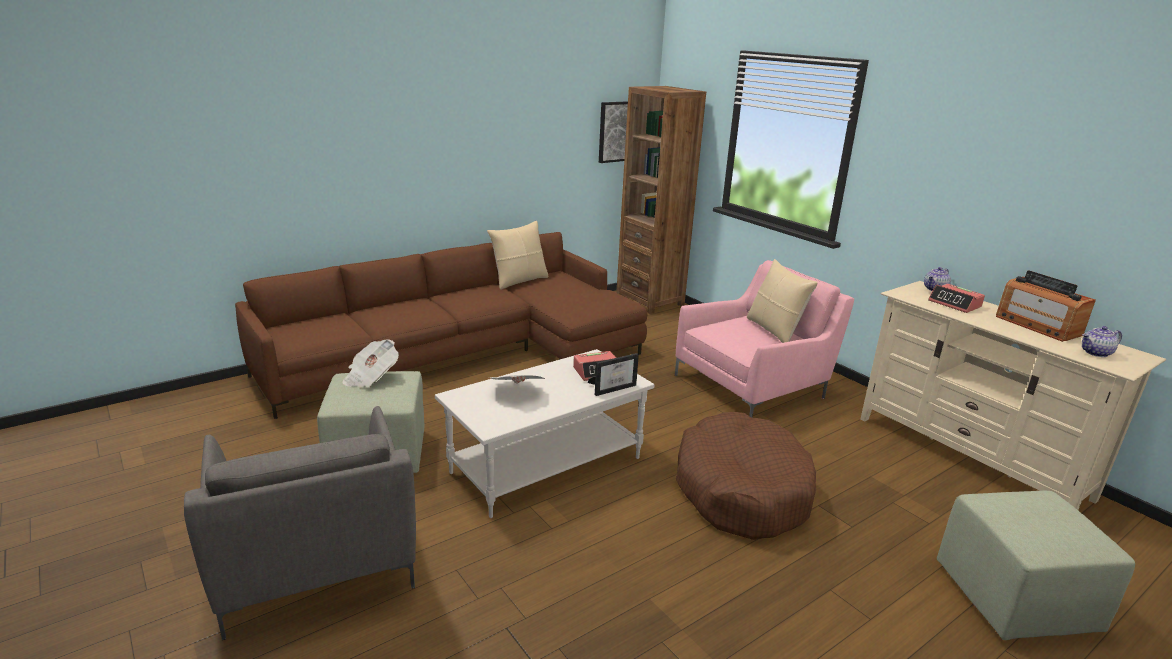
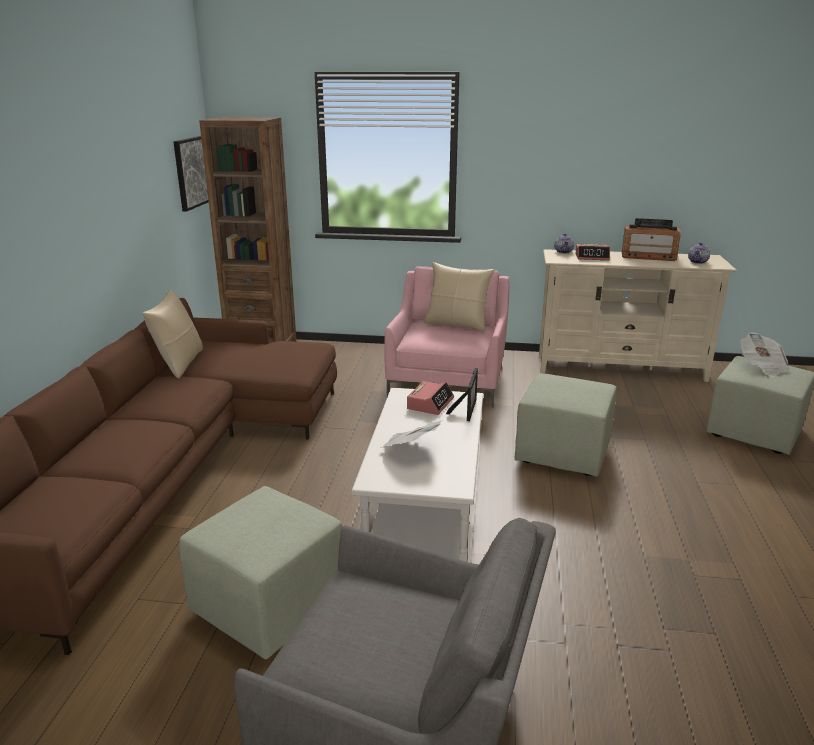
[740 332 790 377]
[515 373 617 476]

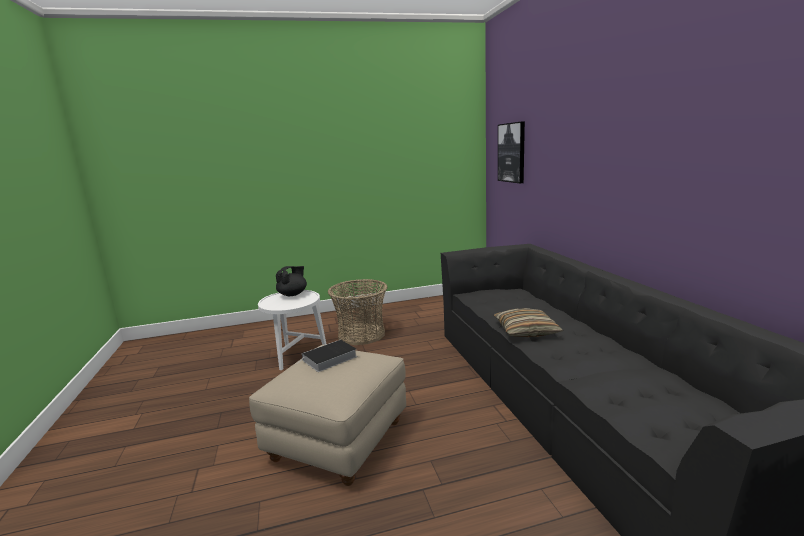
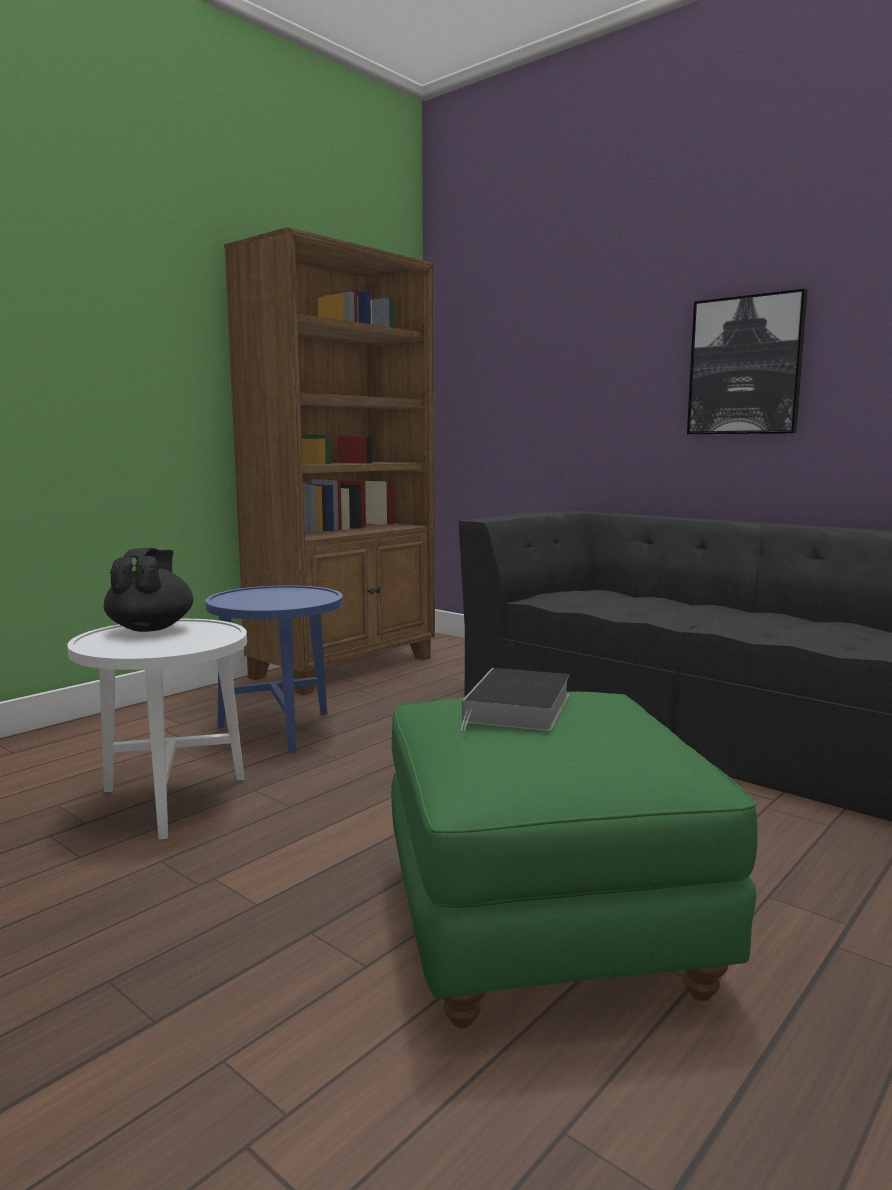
[494 308 563 337] (first image)
[224 227 435 695]
[687 289 807 434]
[205 585 343 754]
[391 692 758 1028]

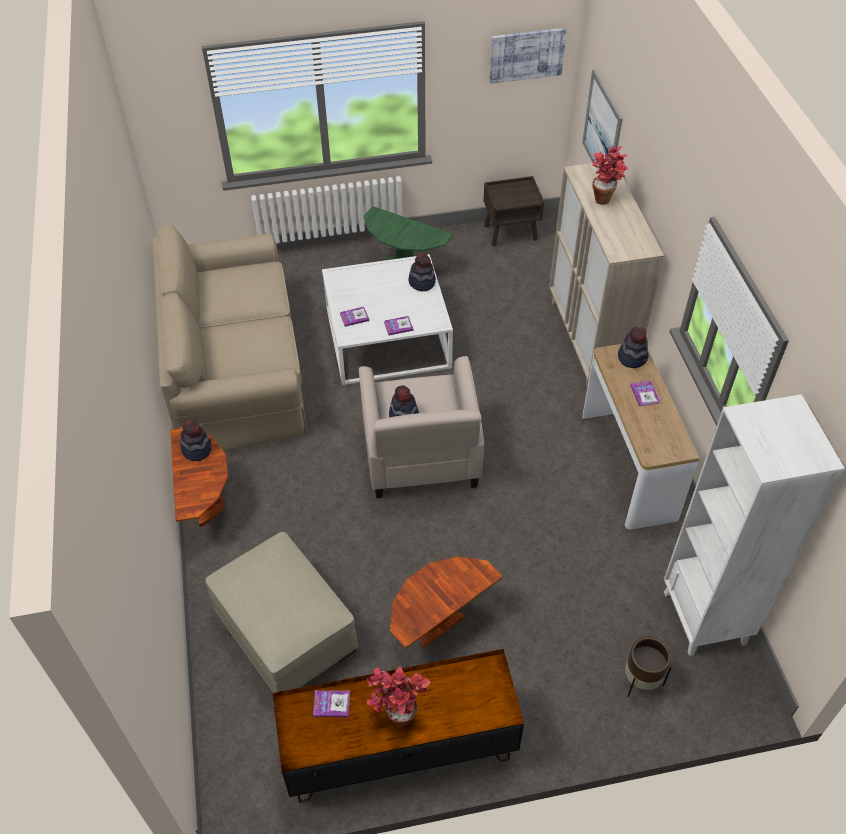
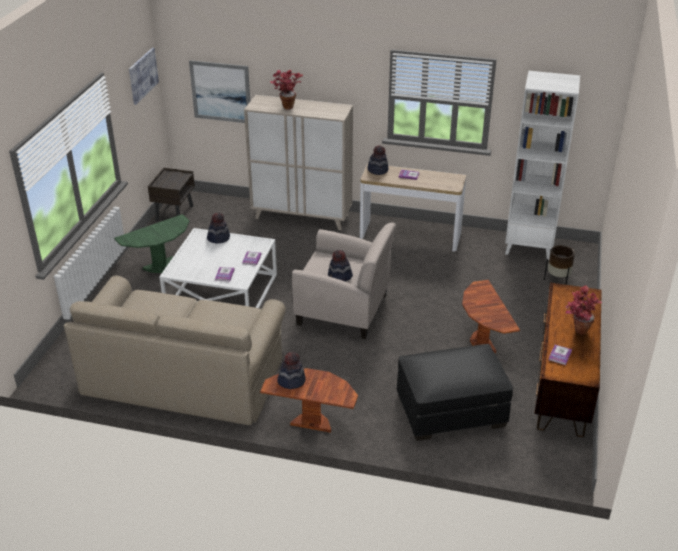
[396 344 513 441]

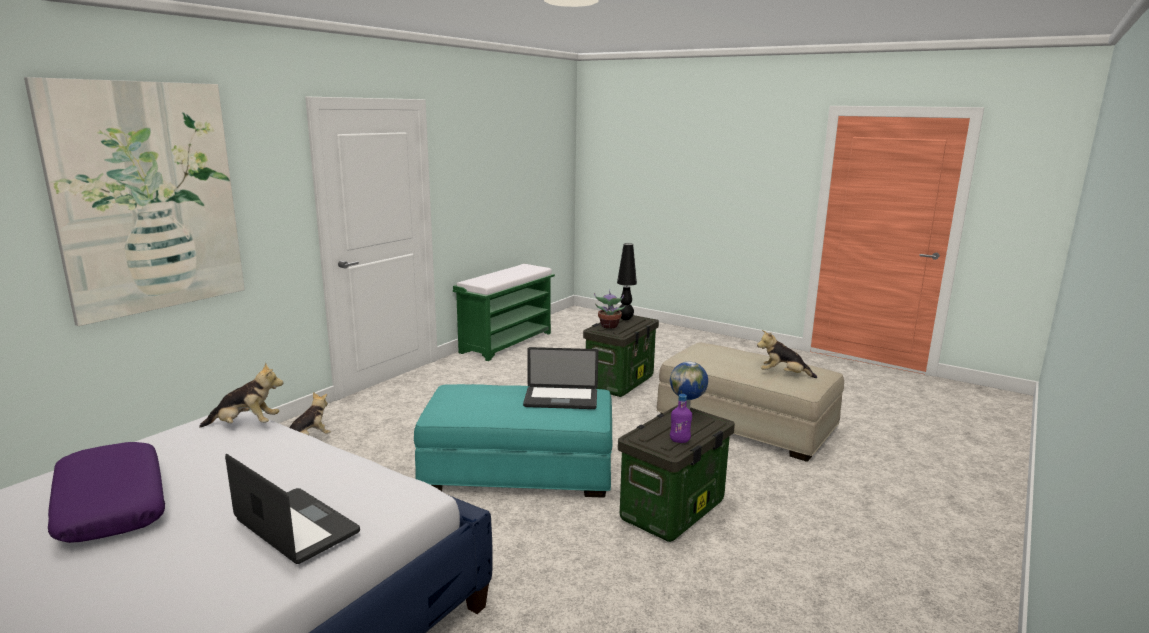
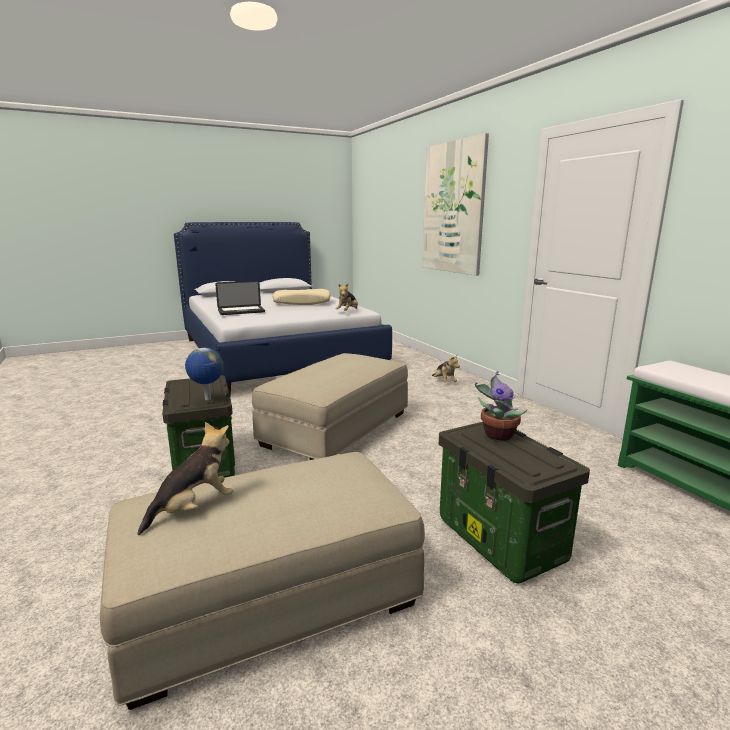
[523 347 598 409] (first image)
[617 243 637 320] (first image)
[670 394 692 443] (first image)
[273 289 331 305]
[252 353 408 460]

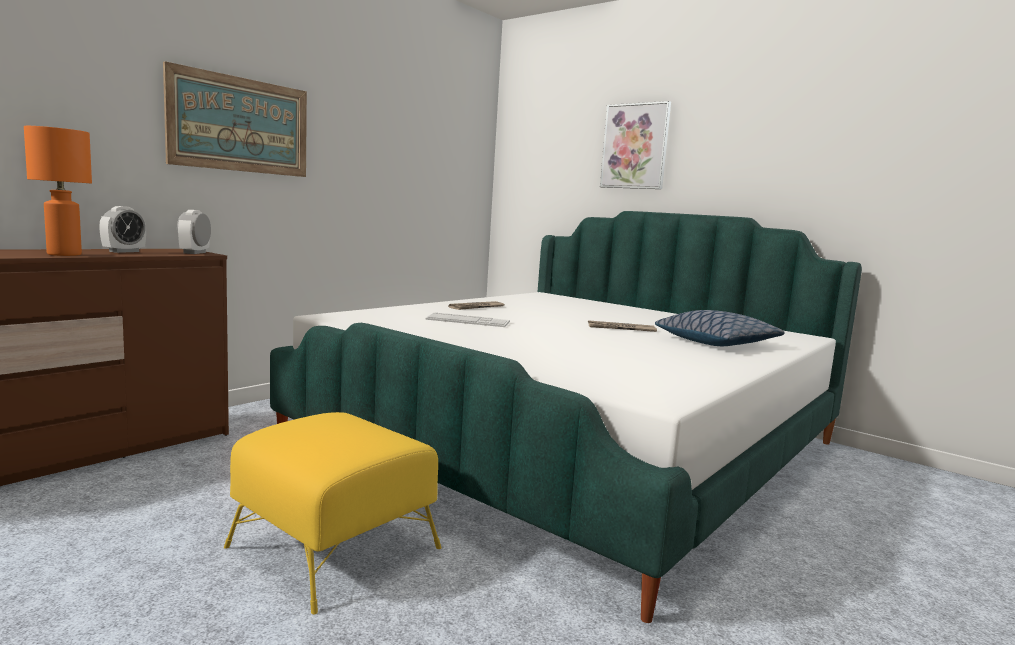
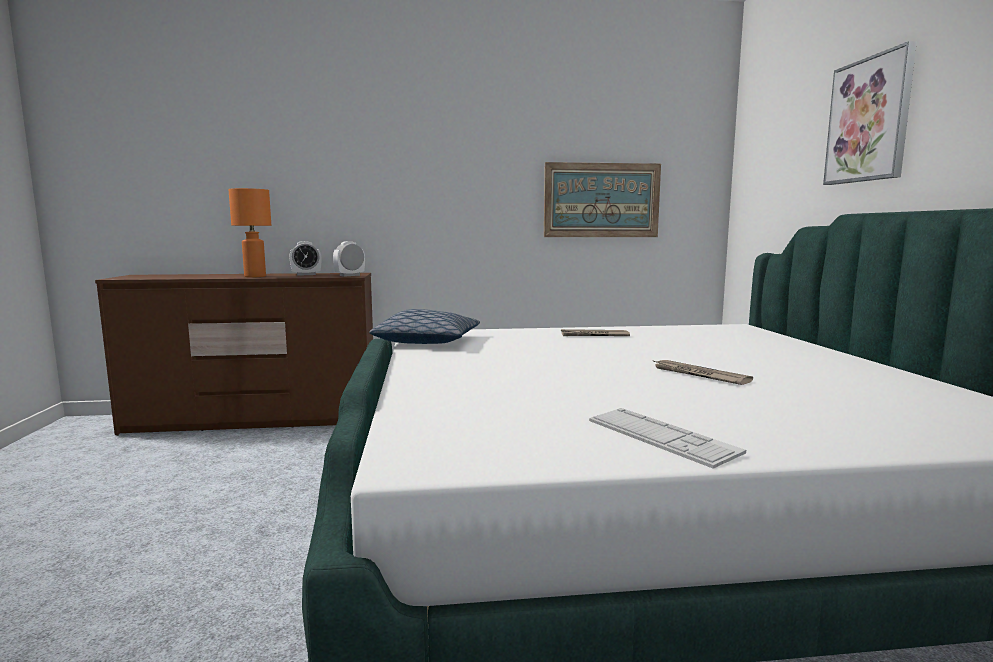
[224 412 441 614] (first image)
[544 162 661 237]
[589 408 746 469]
[369 309 480 344]

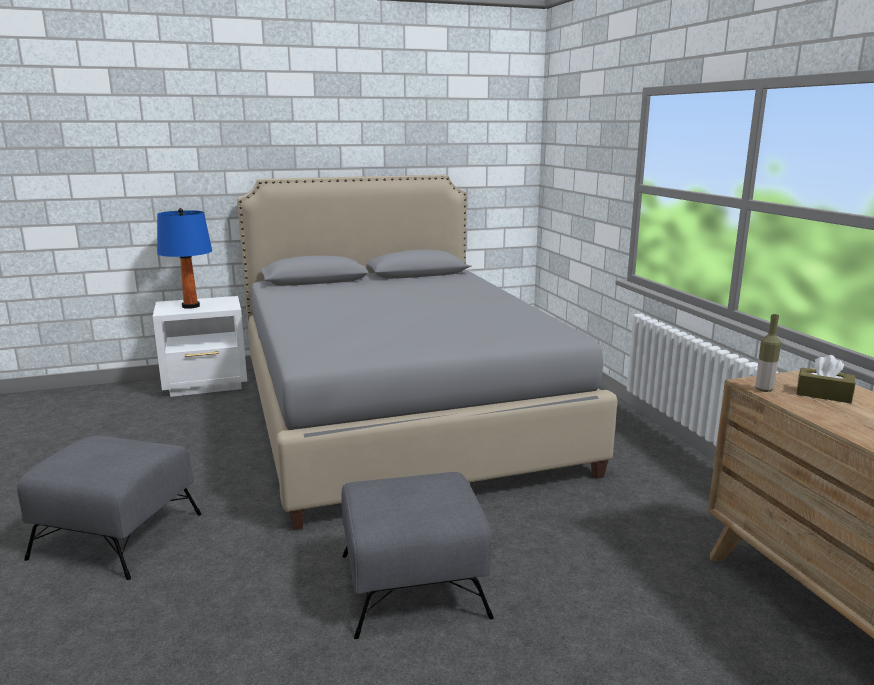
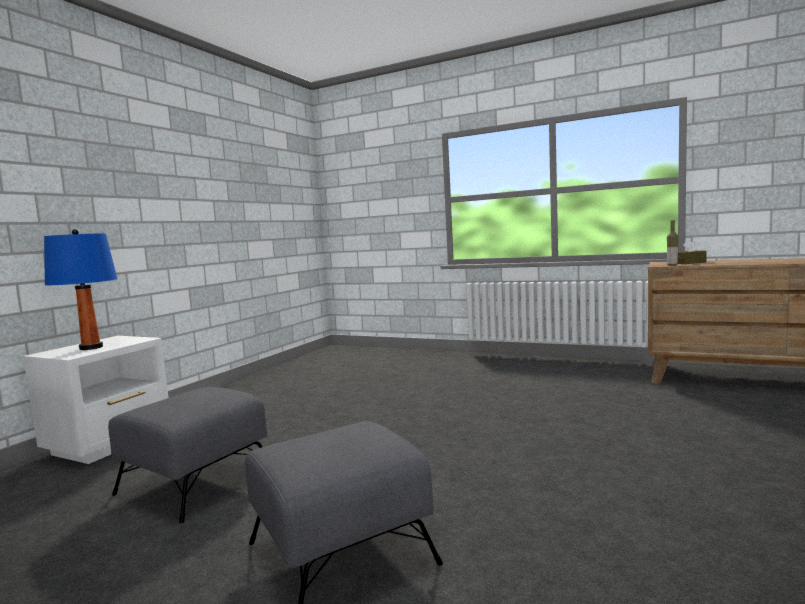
[237 175 618 530] (first image)
[108 387 268 523]

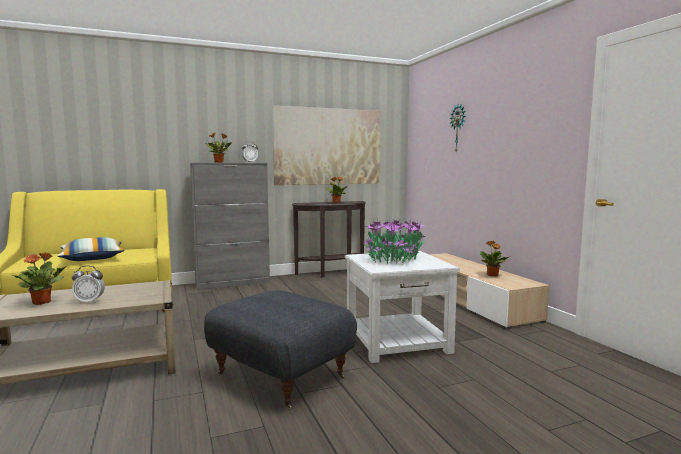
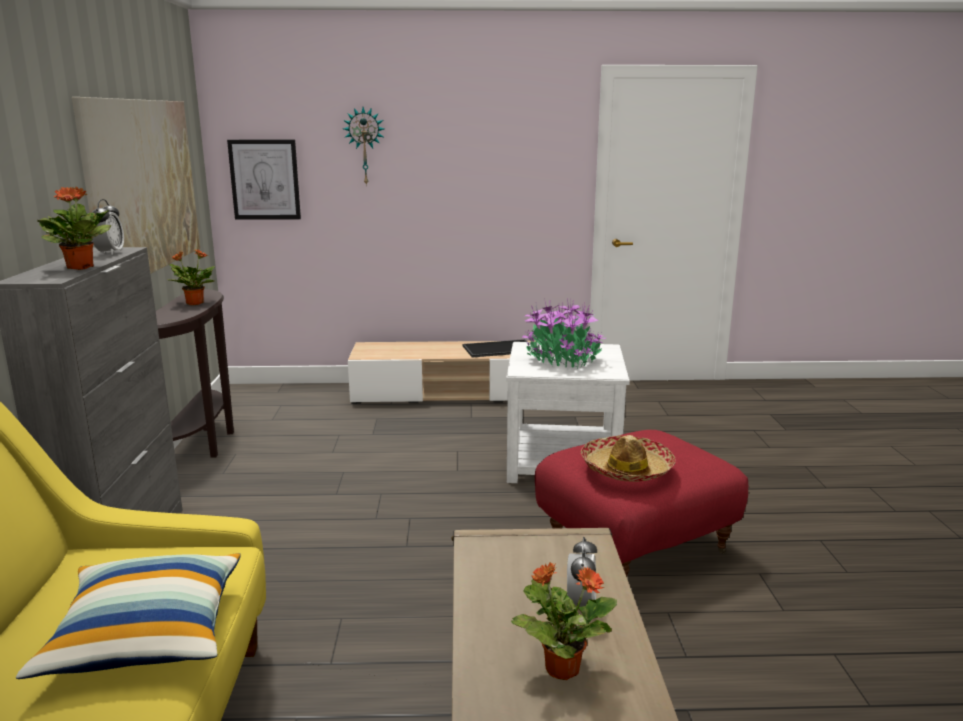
[227 140 301 220]
[581 435 676 482]
[463 339 527 358]
[535 430 748 577]

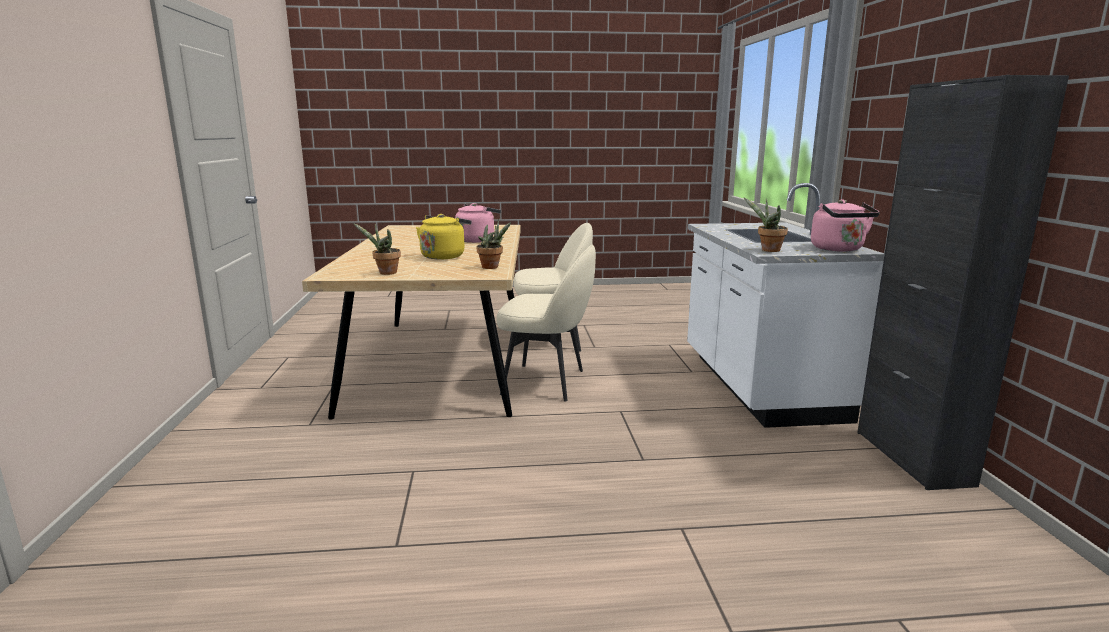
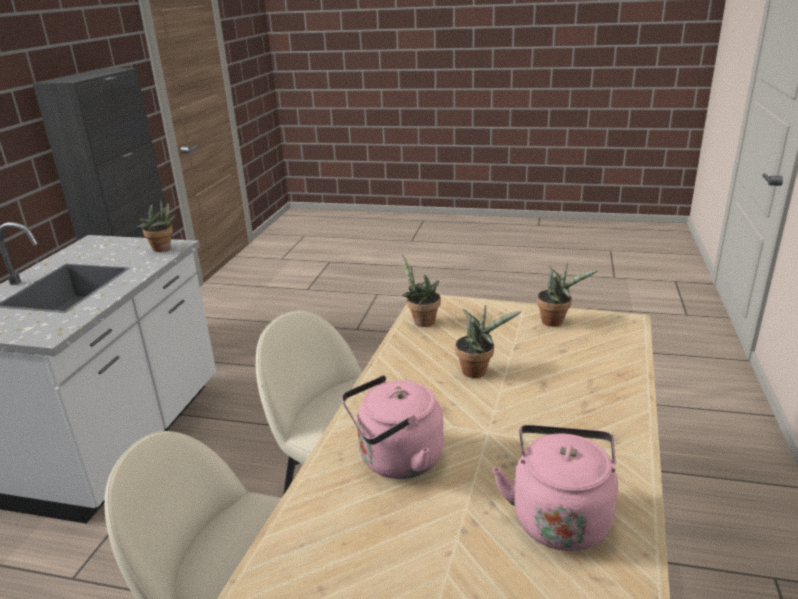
[493 425 618 551]
[455 305 522 378]

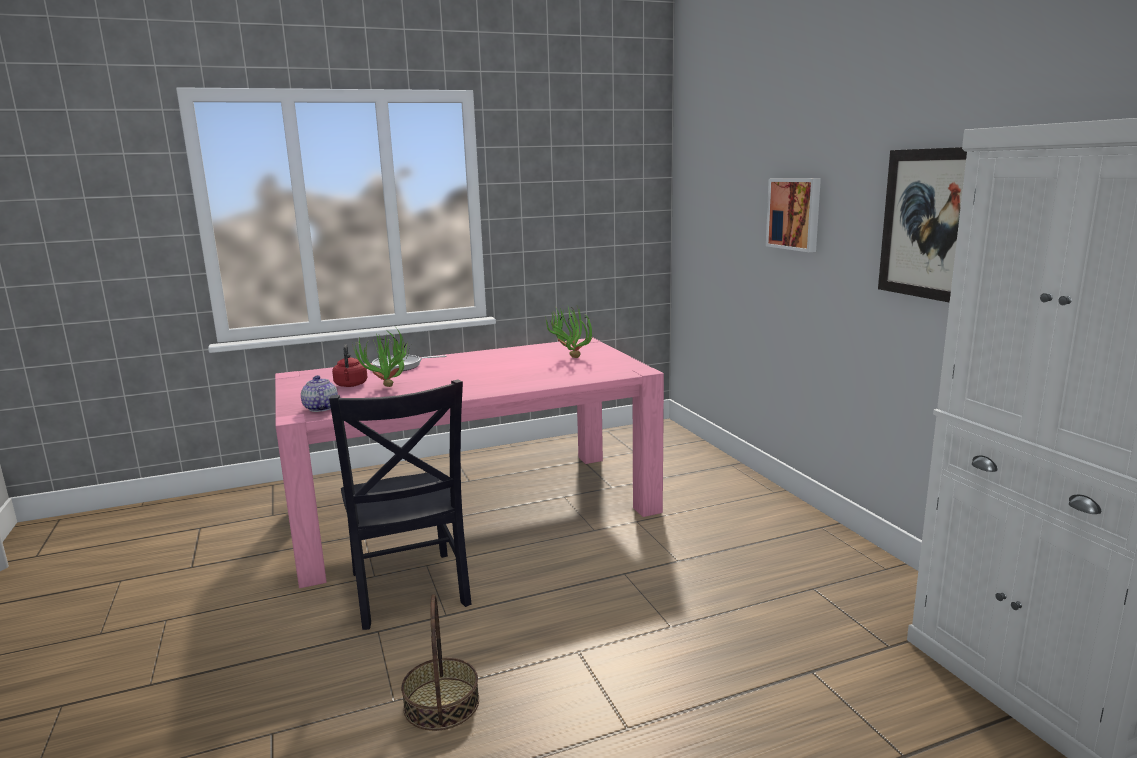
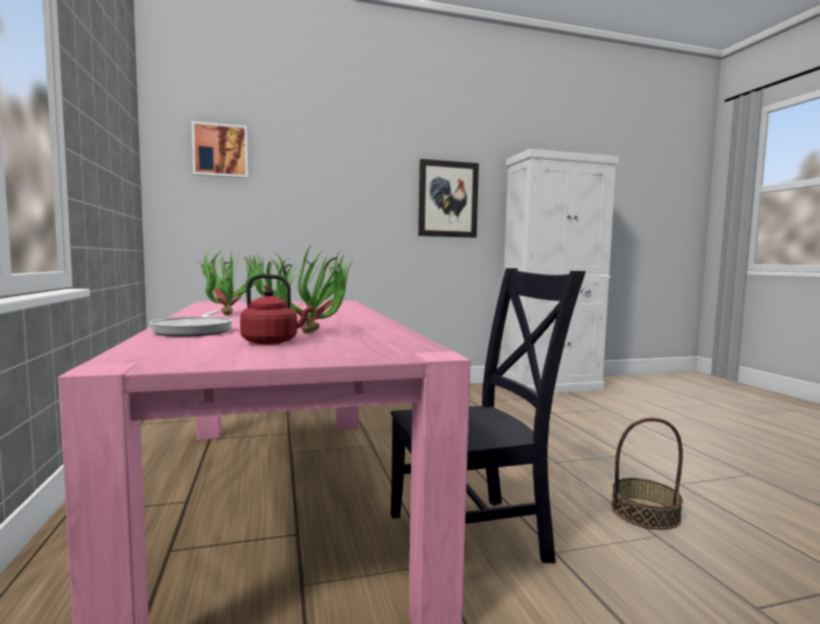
[301 375 338 412] (first image)
[199 245 261 315]
[192 121 248 178]

